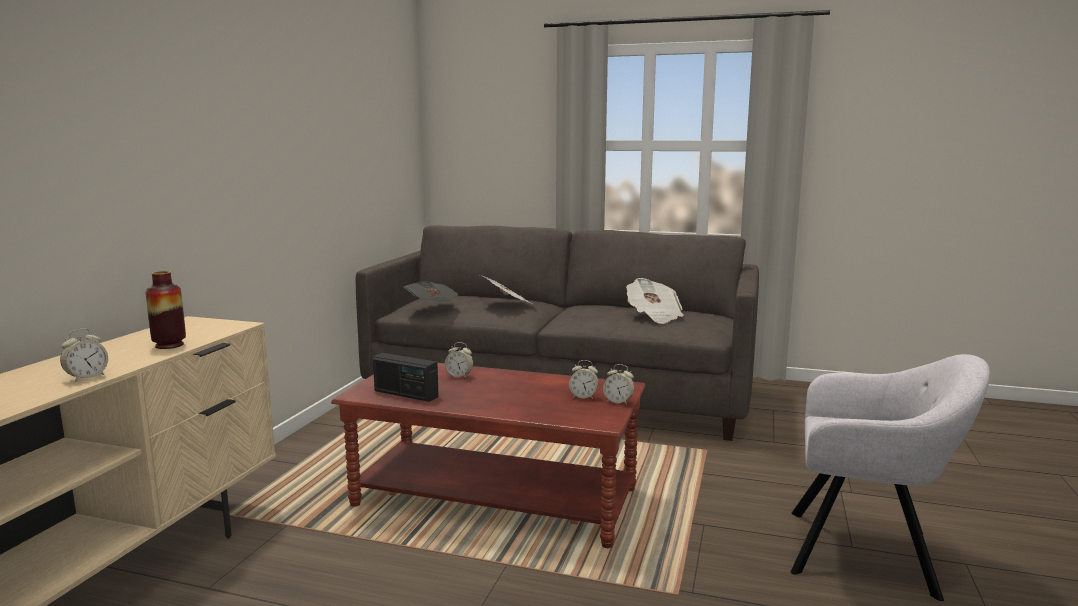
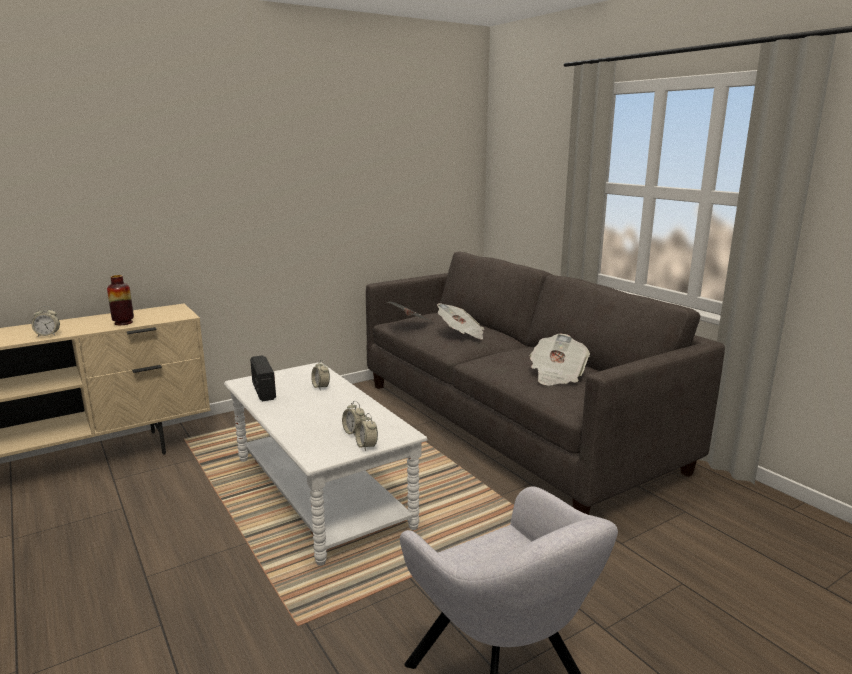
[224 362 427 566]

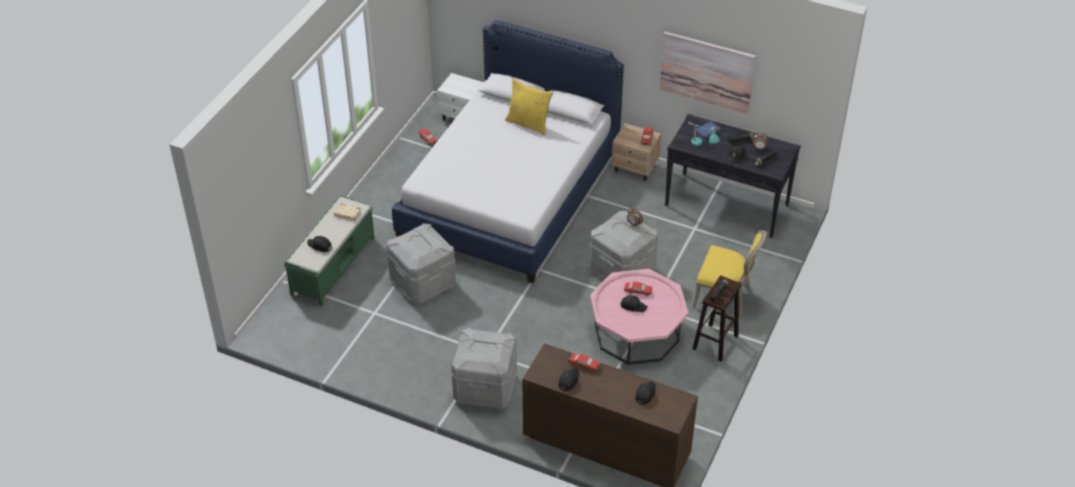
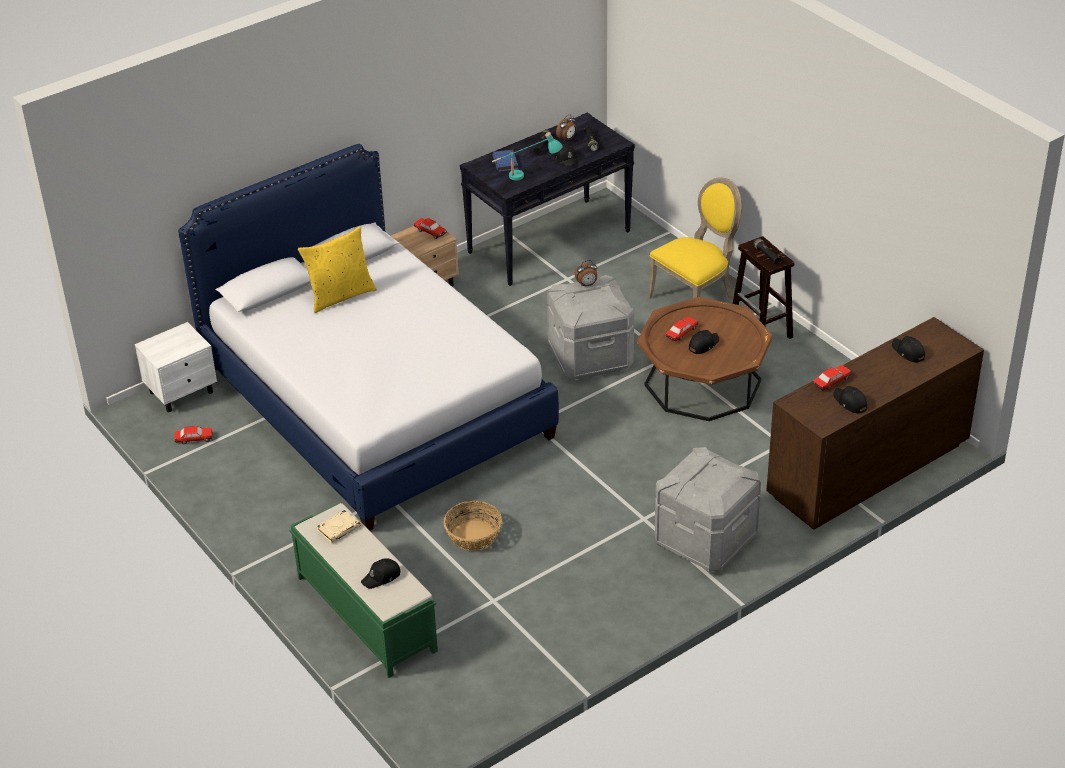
[659 32 756 114] (first image)
[444 501 502 551]
[637 297 772 421]

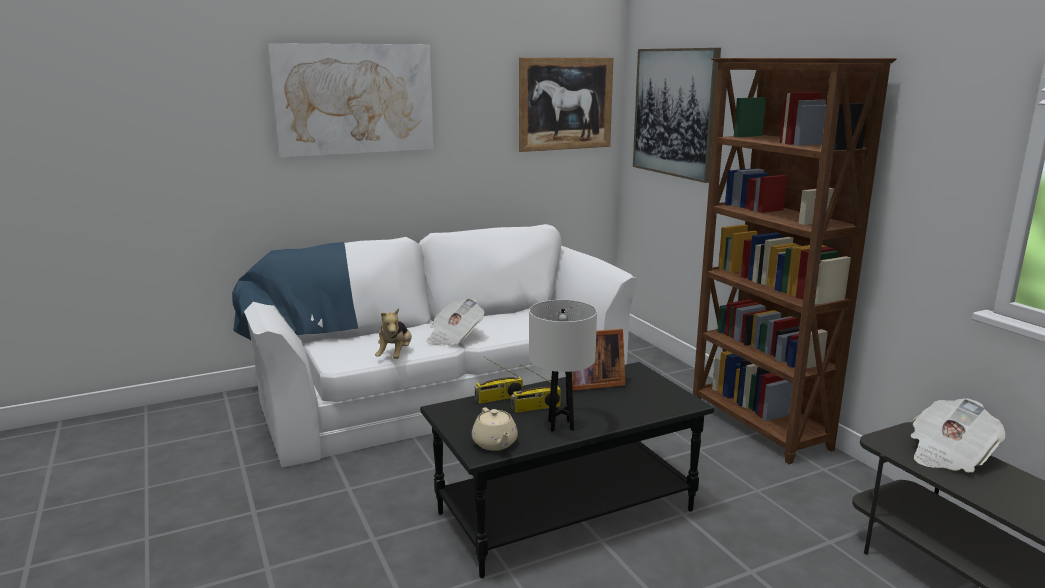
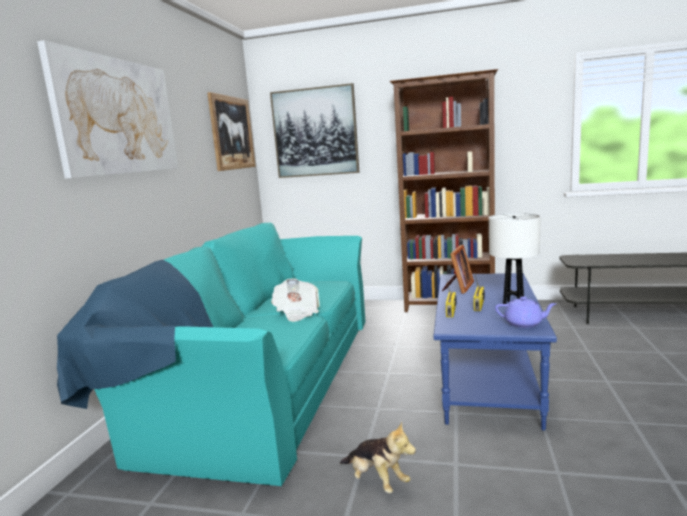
[911 398 1006 473] (first image)
[340 421 416 493]
[57 223 365 486]
[434 273 557 431]
[495 296 557 328]

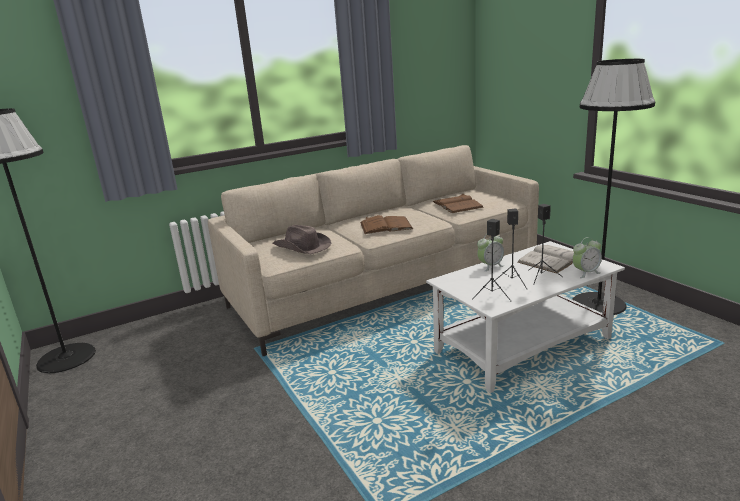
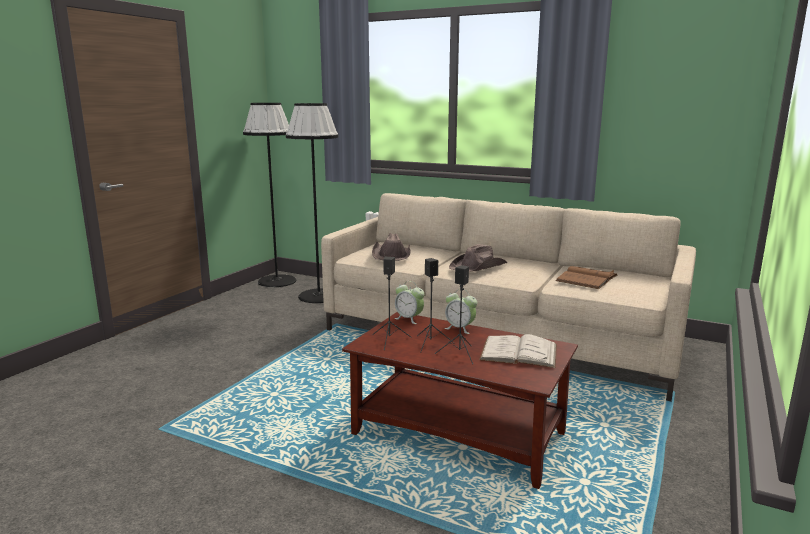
[286 103 338 303]
[394 281 424 324]
[449 244 507 272]
[342 312 578 489]

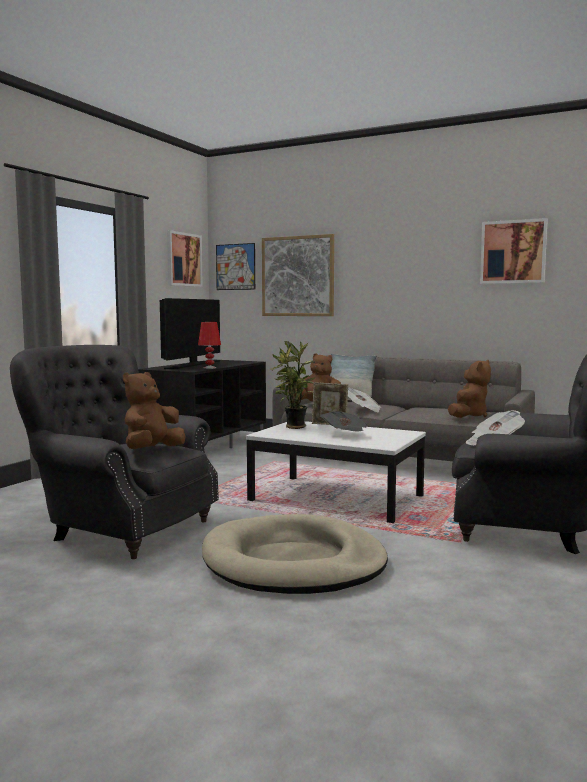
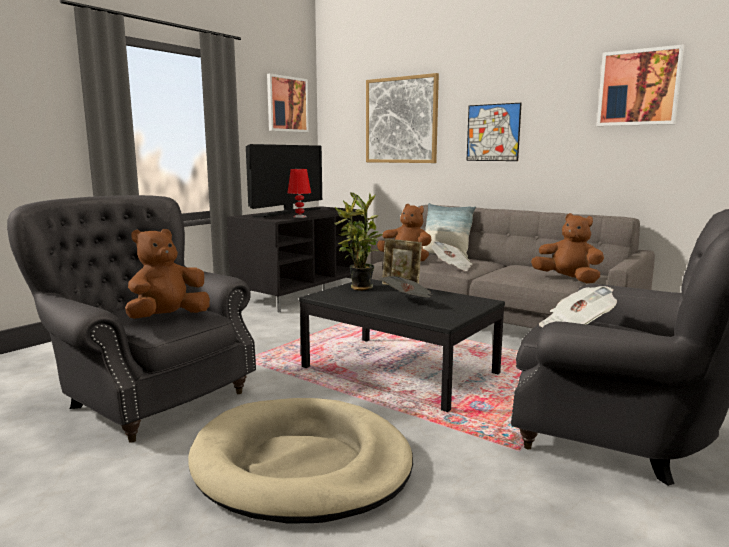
[467 103 522 161]
[299 279 505 412]
[531 213 604 283]

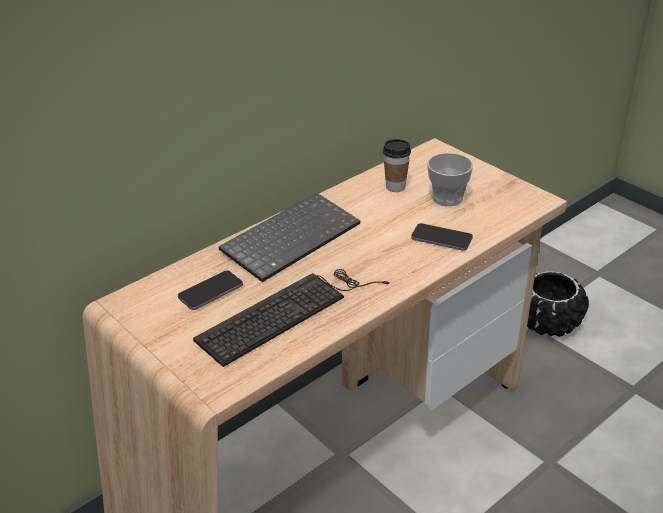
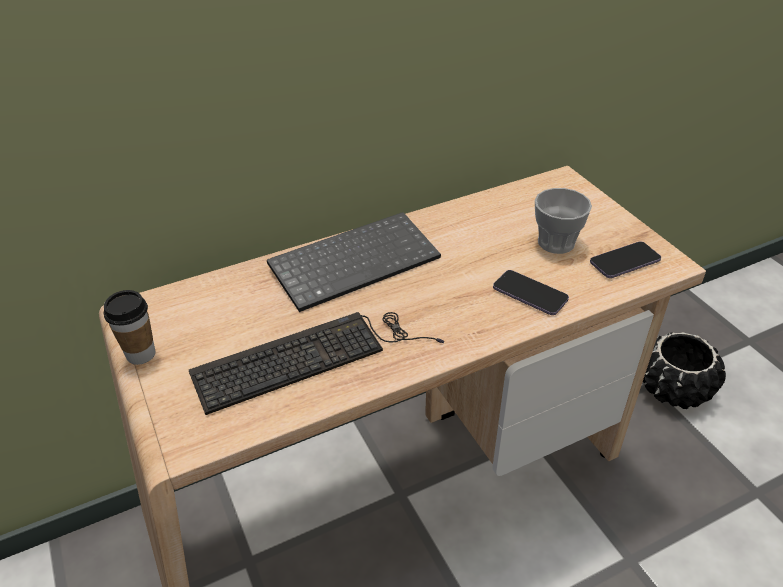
[590 241 661 278]
[104 290 155 365]

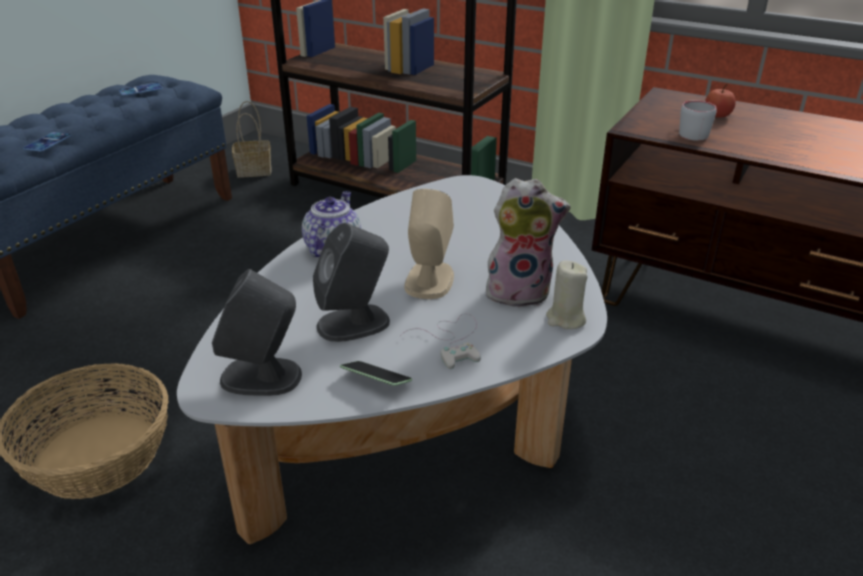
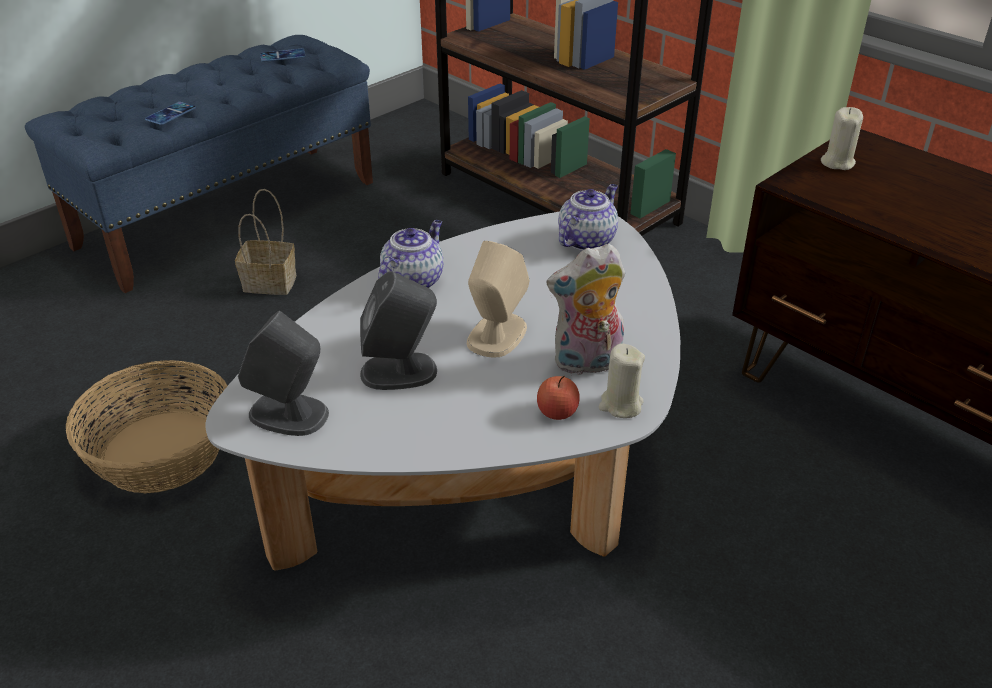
[340 361 412 386] (first image)
[400 313 481 369] (first image)
[679 101 717 141] (first image)
[558 184 618 251]
[821 107 863 170]
[235 189 296 295]
[537 376 580 420]
[546 243 625 376]

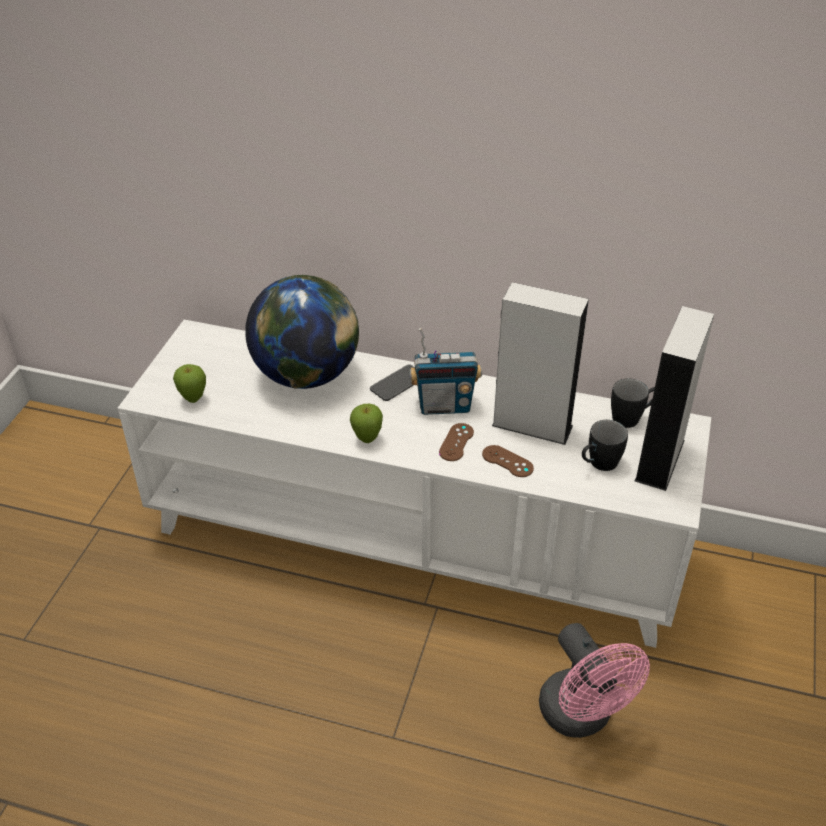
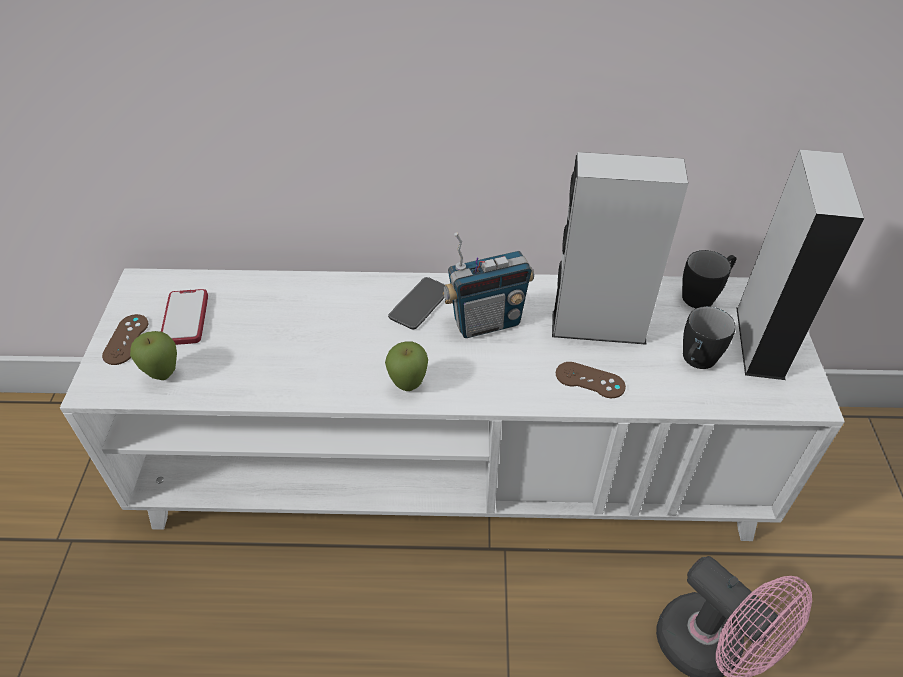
[245 275 359 389] (first image)
[161 289 208 345]
[102 314 148 365]

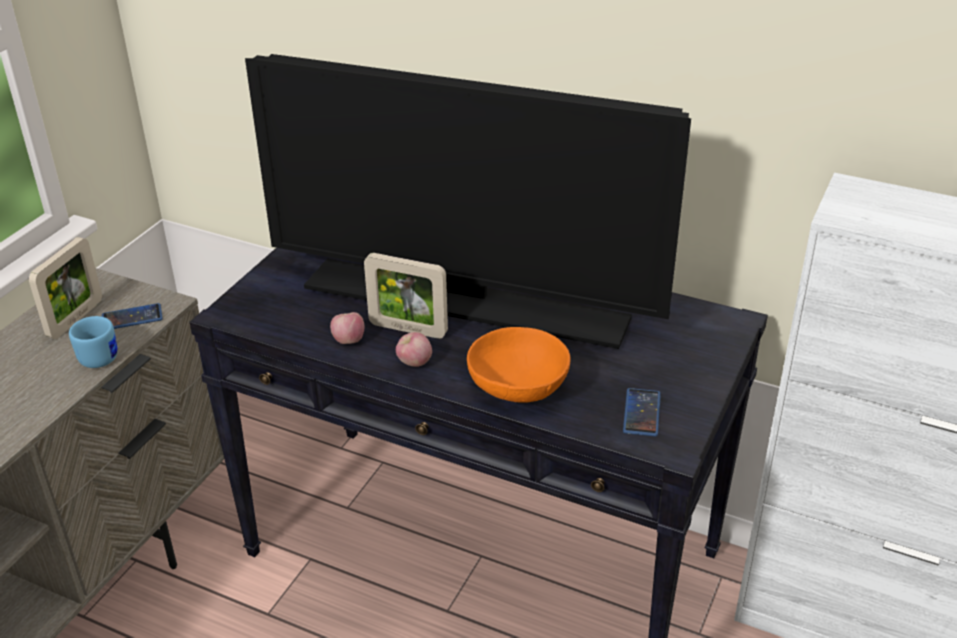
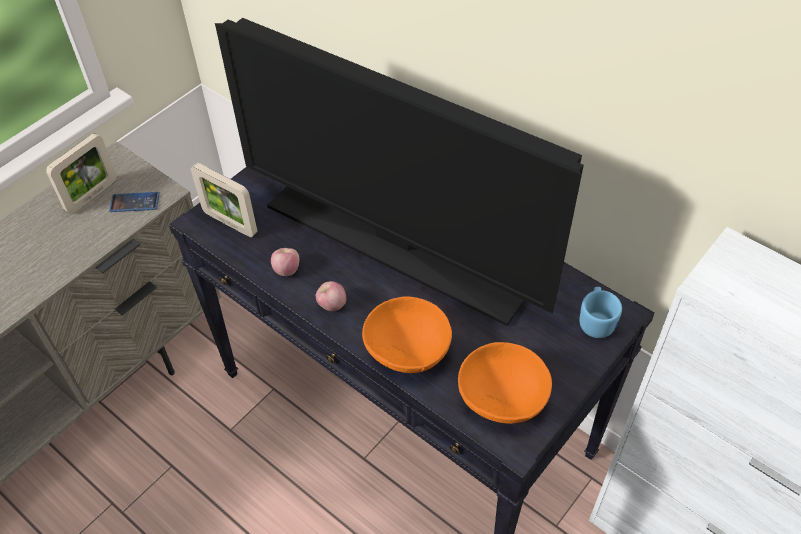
[579 287 622 338]
[191 163 257 237]
[458 342 552 424]

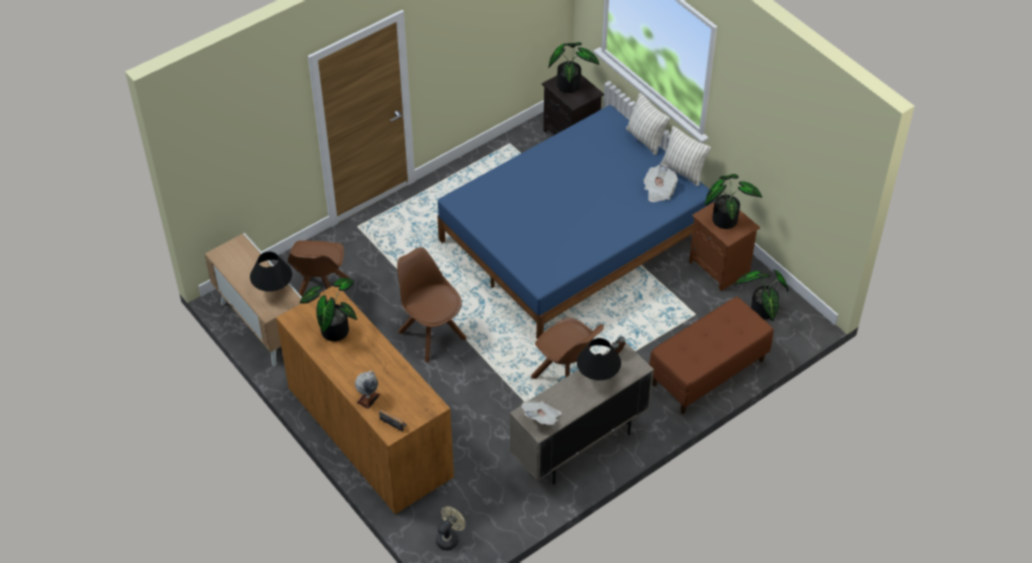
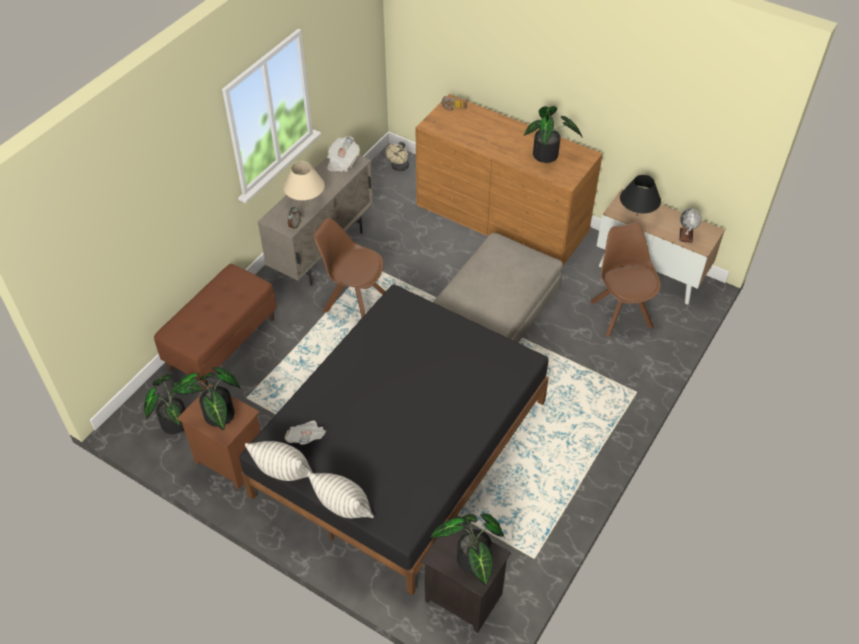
[679 209 702 243]
[433 233 563 343]
[239 284 549 595]
[283 161 325 201]

